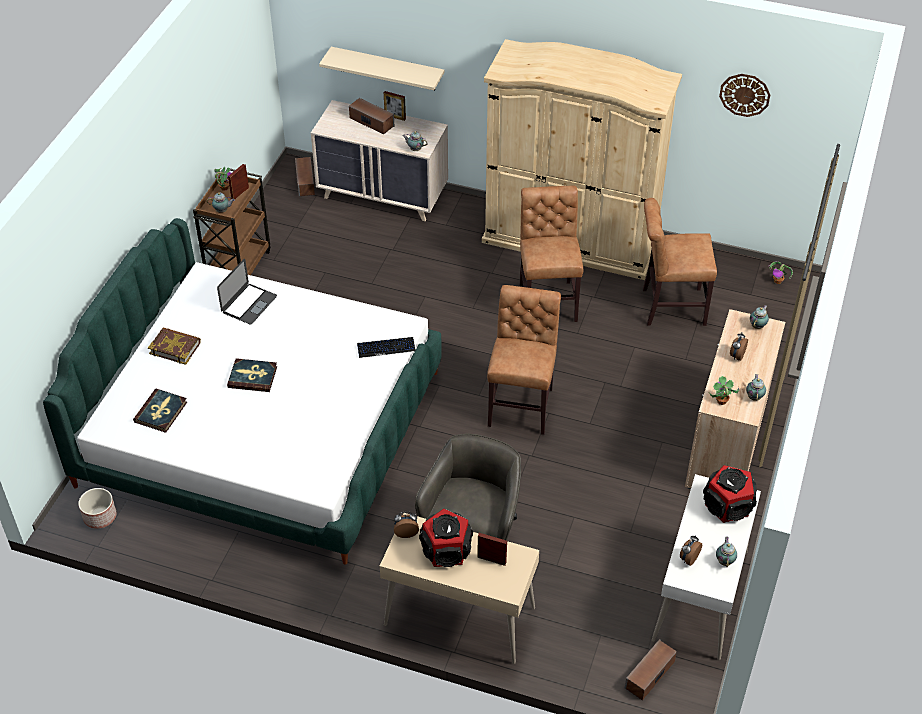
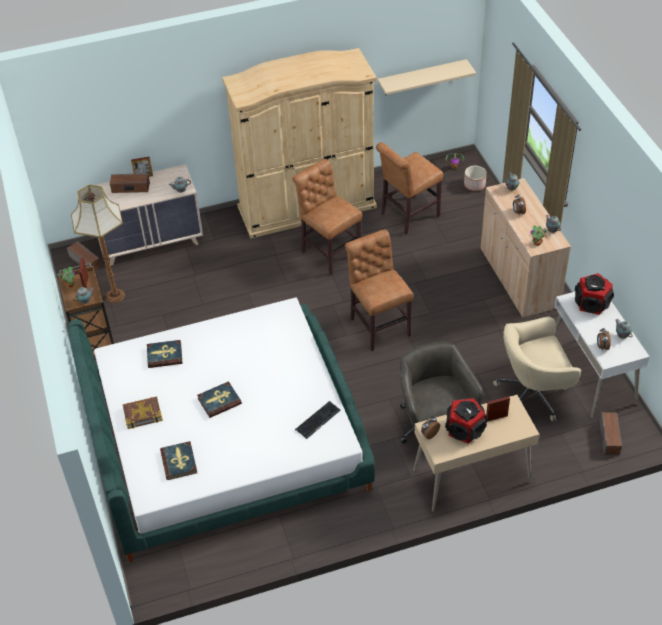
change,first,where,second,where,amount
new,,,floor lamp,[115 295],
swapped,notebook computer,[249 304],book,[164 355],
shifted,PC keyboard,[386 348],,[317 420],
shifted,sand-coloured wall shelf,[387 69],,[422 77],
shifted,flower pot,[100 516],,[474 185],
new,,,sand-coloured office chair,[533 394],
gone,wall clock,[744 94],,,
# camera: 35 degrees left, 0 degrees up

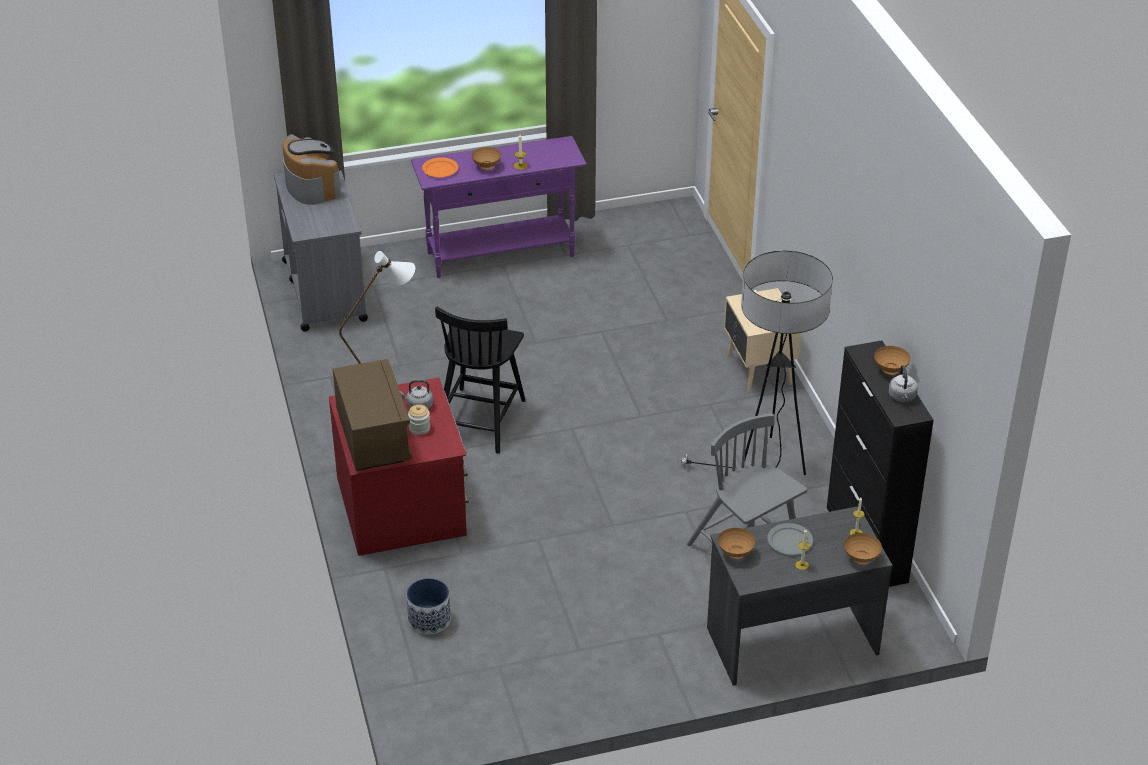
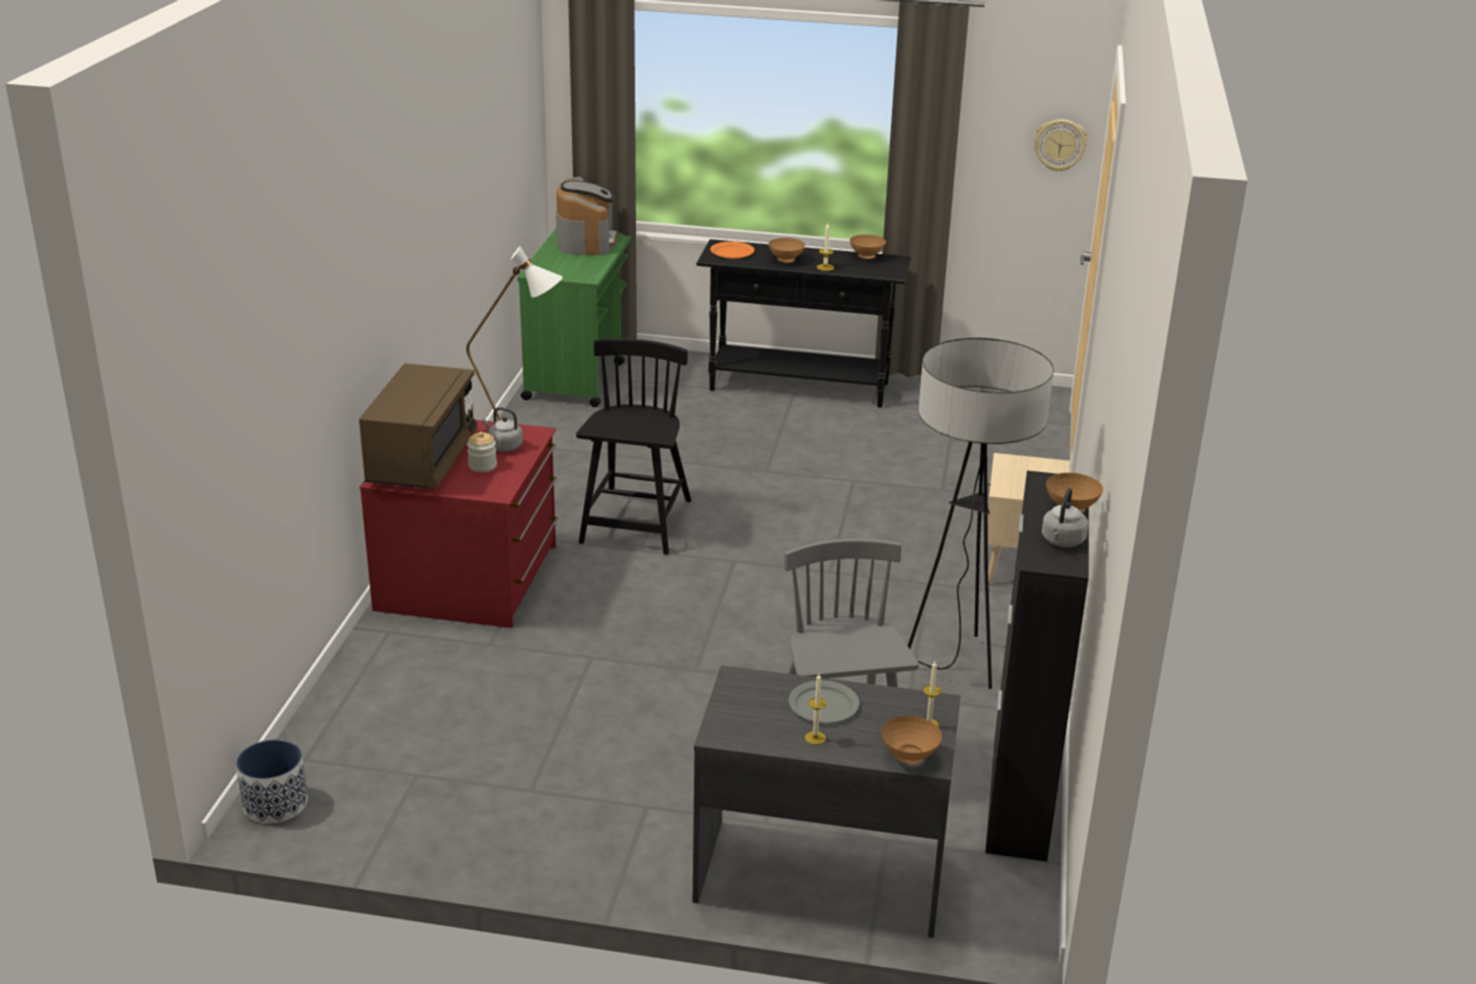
change,first,where,second,where,amount
shifted,flower pot,[429 619],,[275 804],
repainted,greyish cart,[324 290],green cart,[580 372],
rotated,black plain chair,[480 419],,[636 523],150 degrees clockwise
repainted,purple console table,[501 254],black console table,[799 387],
shifted,brownish deep dish,[735 553],,[866 257],
new,,,wall clock,[1060 145],
# camera: 25 degrees right, 10 degrees down

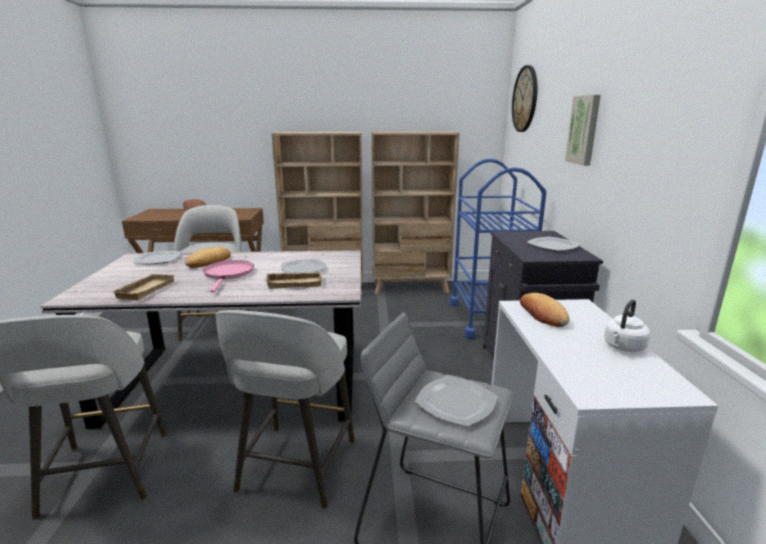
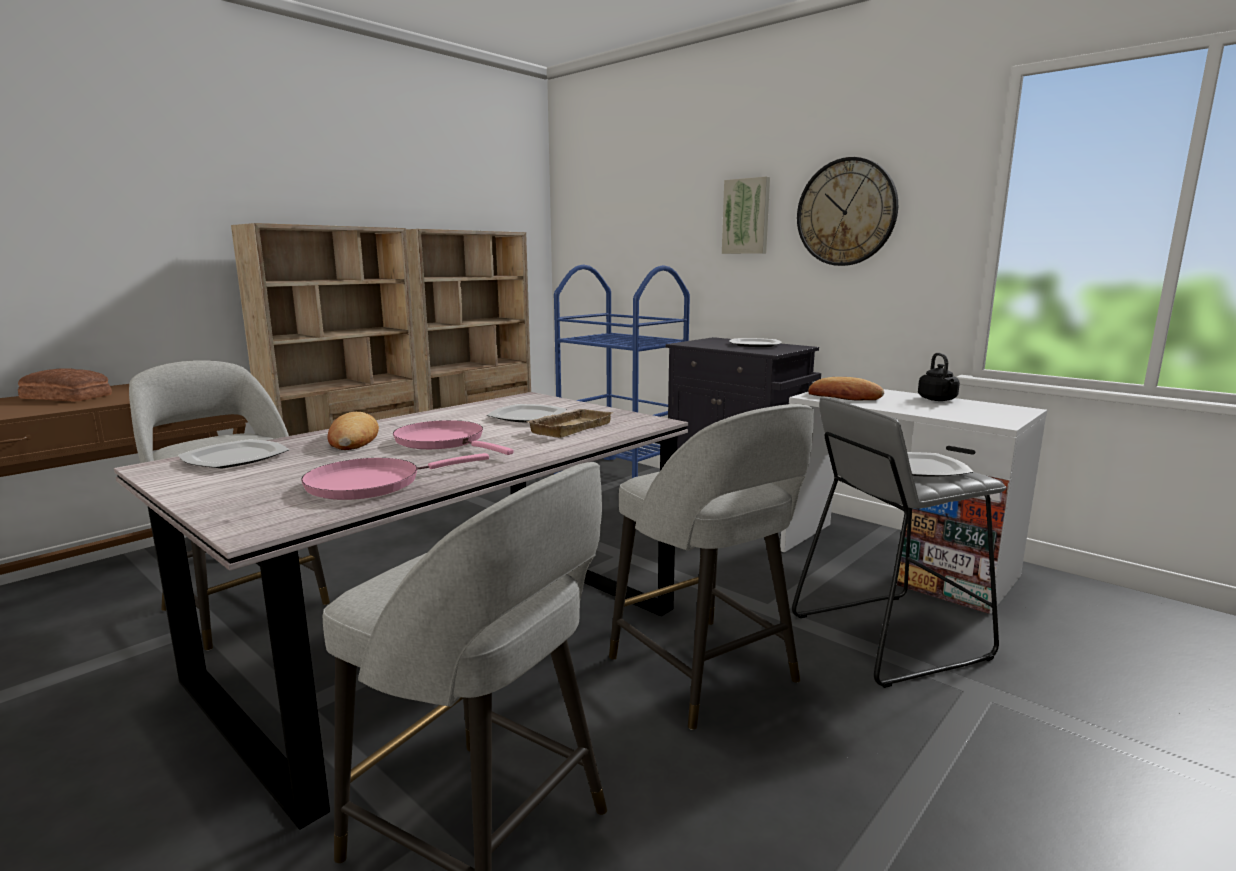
change,first,where,second,where,amount
swapped,sand-coloured carrying tray,[145 289],pink-coloured skillet,[371 484],
shifted,wall clock,[525 99],,[846 212],
repainted,whitish kettle,[623 347],black kettle,[938 400],
# camera: 45 degrees left, 5 degrees down

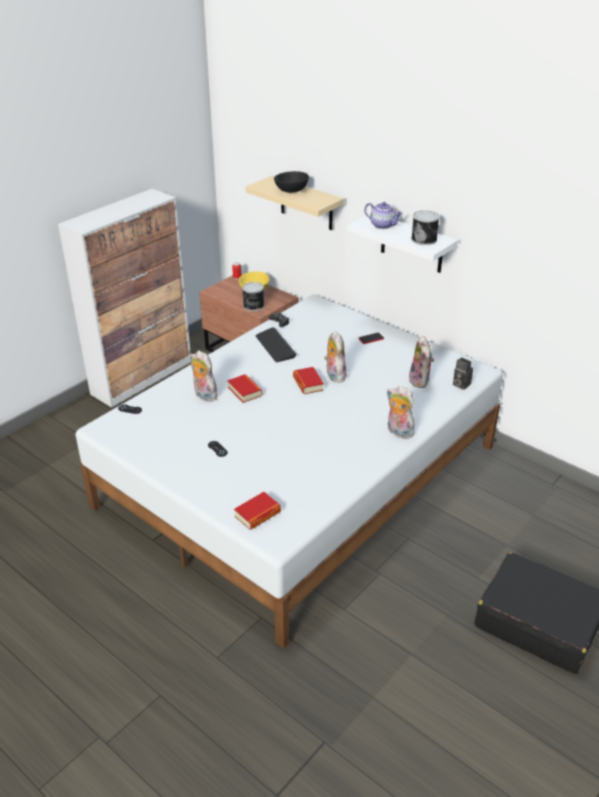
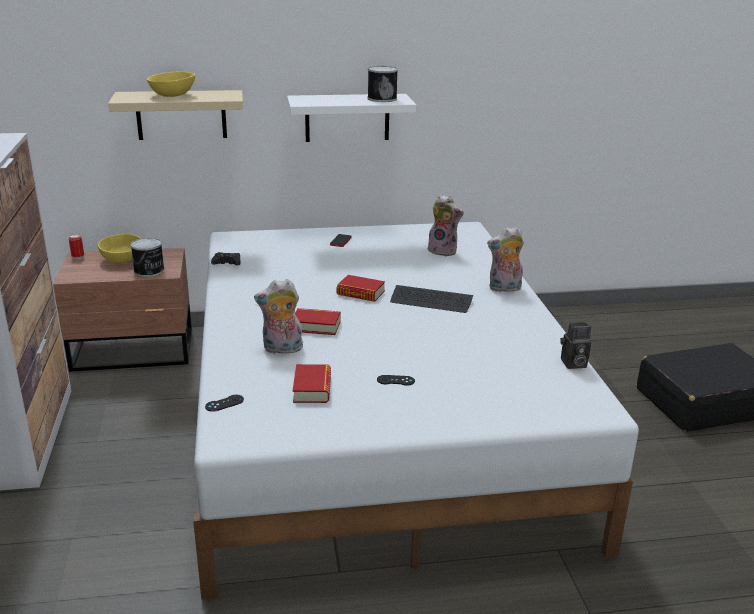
change,first,where,second,where,amount
repainted,black deep dish,[292 190],yellow deep dish,[173 95],
shifted,book,[257 514],,[312 389],
shifted,PC keyboard,[275 346],,[431 301],
shifted,still camera,[460 384],,[573 364],
gone,plush toy,[334 375],,,
gone,tea pot,[383 225],,,
# camera: 50 degrees left, 10 degrees down

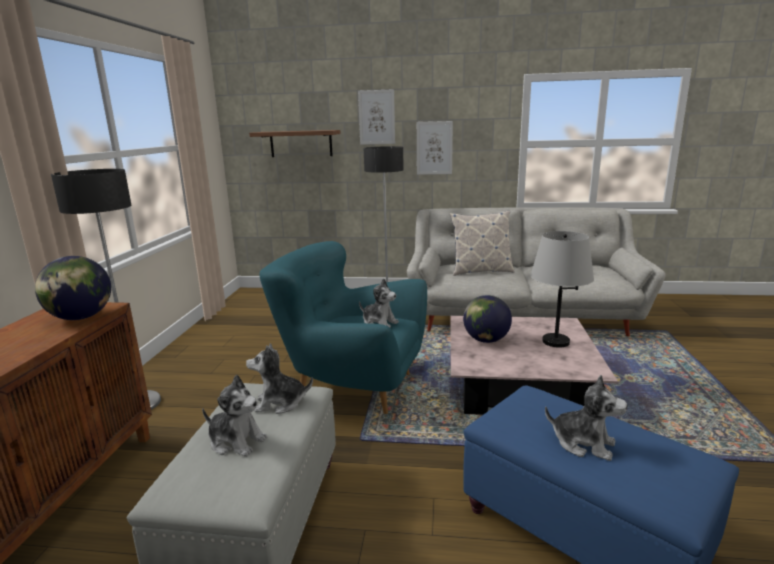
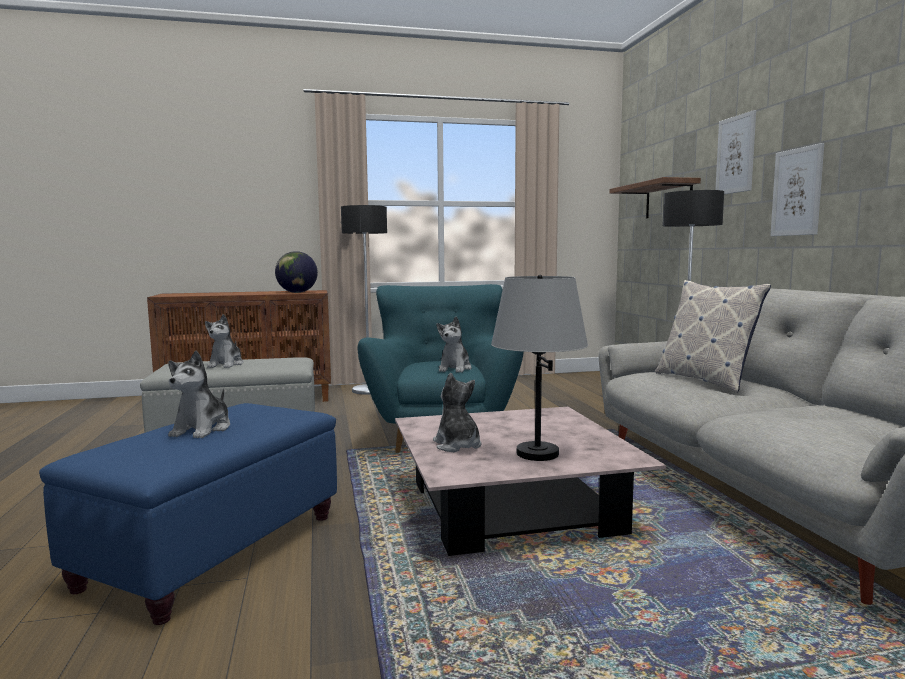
change,first,where,second,where,amount
shifted,plush toy,[280 403],,[457 445],
gone,desk globe,[486 340],,,
# camera: 70 degrees right, 10 degrees down

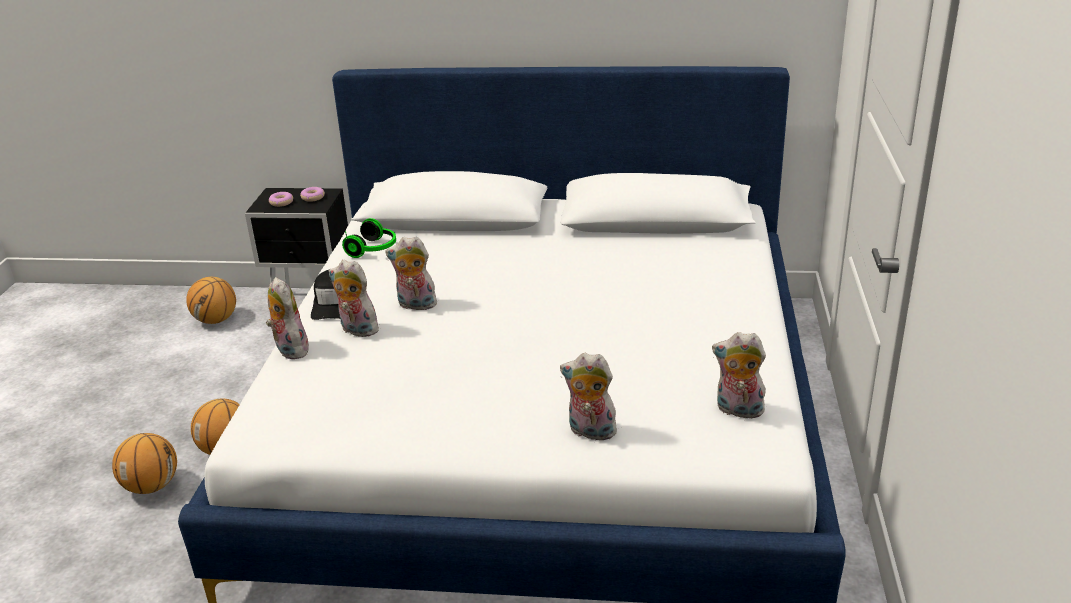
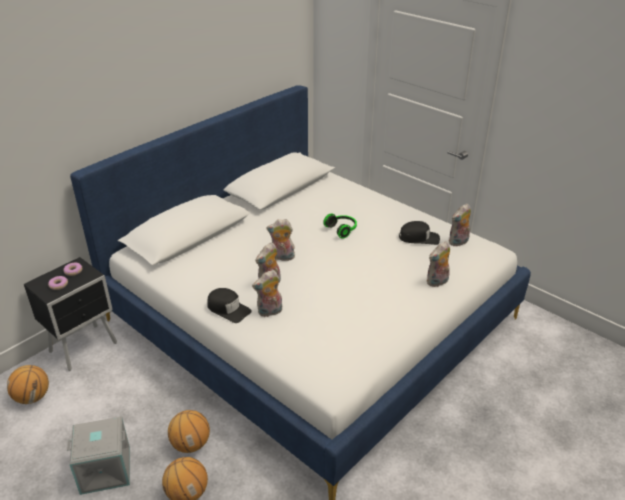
change,first,where,second,where,amount
new,,,greyish storage container,[106 468],
shifted,plush toy,[289 349],,[282 257],
shifted,headset,[374 249],,[342 230],
new,,,black cap,[419 238],
# camera: 55 degrees left, 5 degrees up

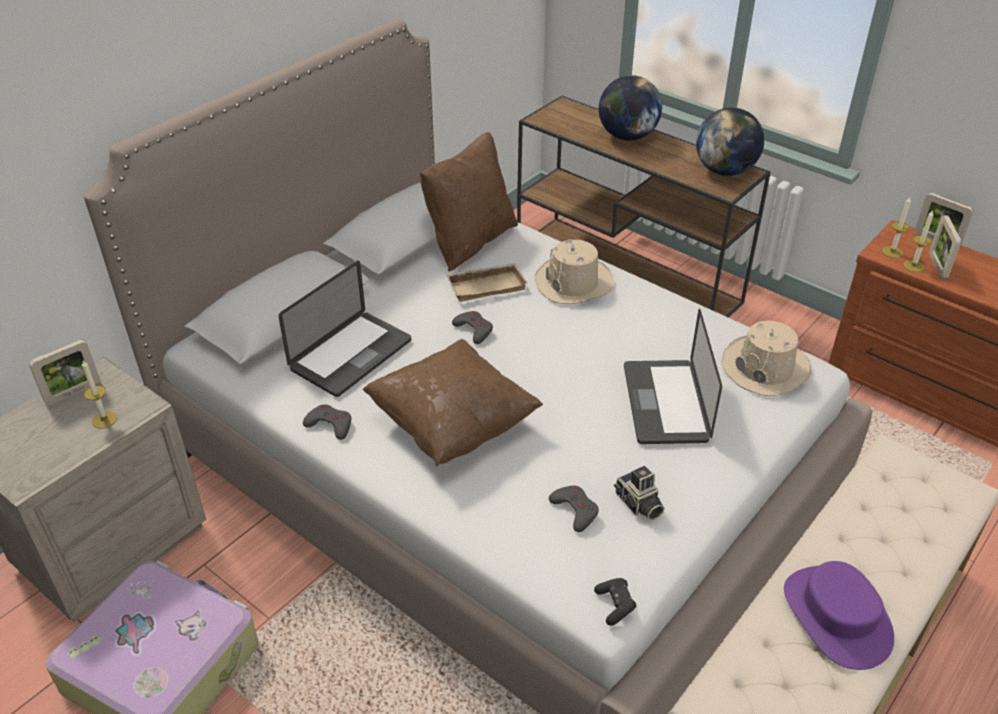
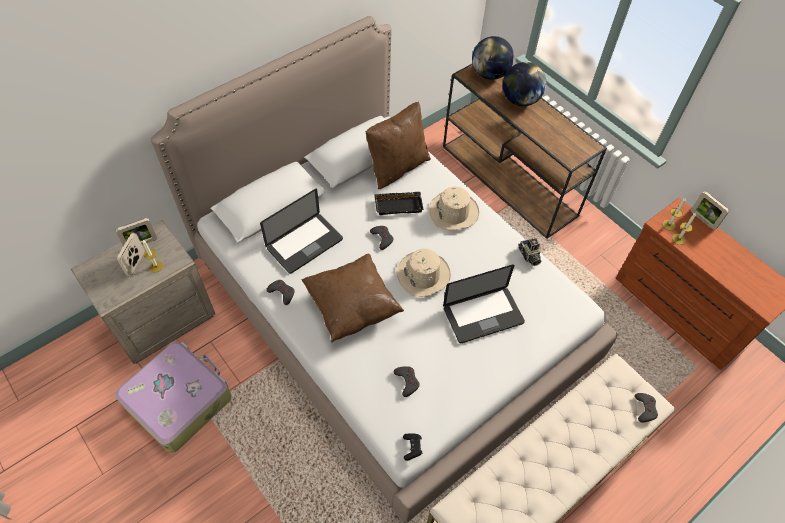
change,first,where,second,where,amount
shifted,standing frame,[937 266],,[136 264],
repainted,sand-coloured carrying tray,[487 285],black carrying tray,[399 204],
shifted,sand-coloured clothing hat,[766 368],,[423 275],
rotated,notebook computer,[665 403],,[483 315],120 degrees counterclockwise
shifted,desk globe,[725 170],,[490 74],
shifted,still camera,[638 505],,[529 256],
new,,,greyish game controller,[645 408],
gone,purple clothing hat,[837 616],,,
# camera: 10 degrees right, 15 degrees up

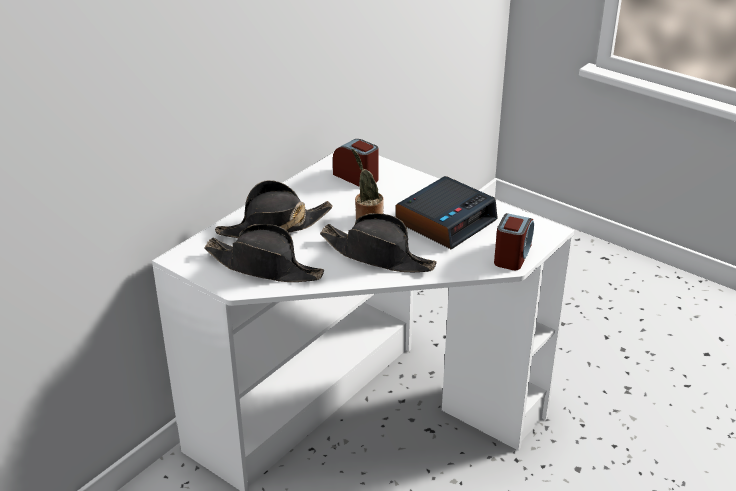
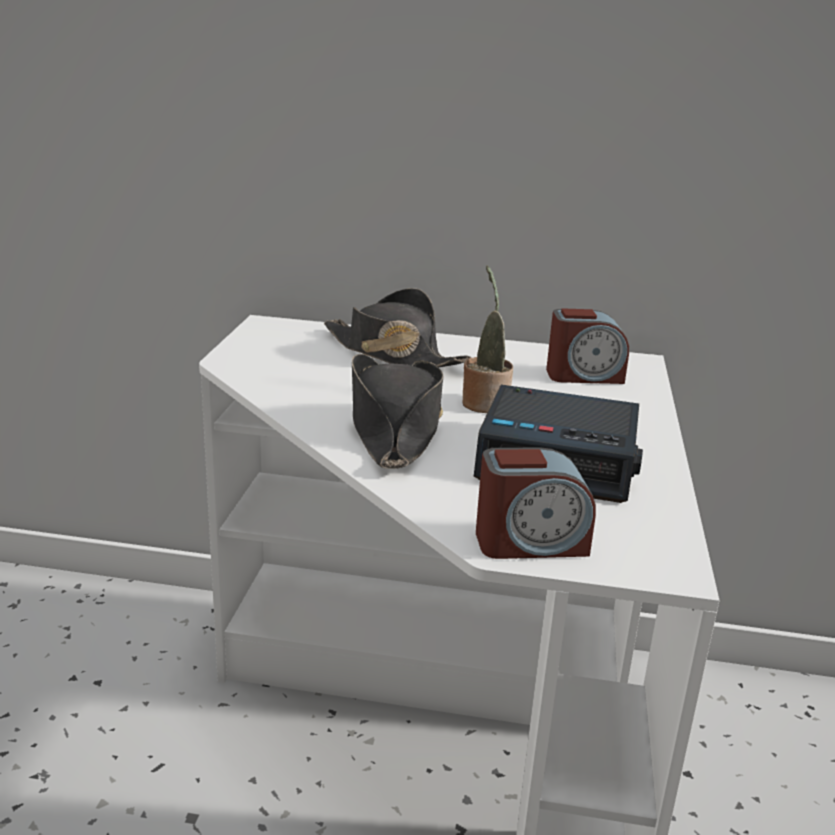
change,first,where,second,where,amount
rotated,bedside clock,[356 177],,[584 376],75 degrees clockwise
gone,black clothing hat,[264 267],,,
# camera: 60 degrees right, 10 degrees down

